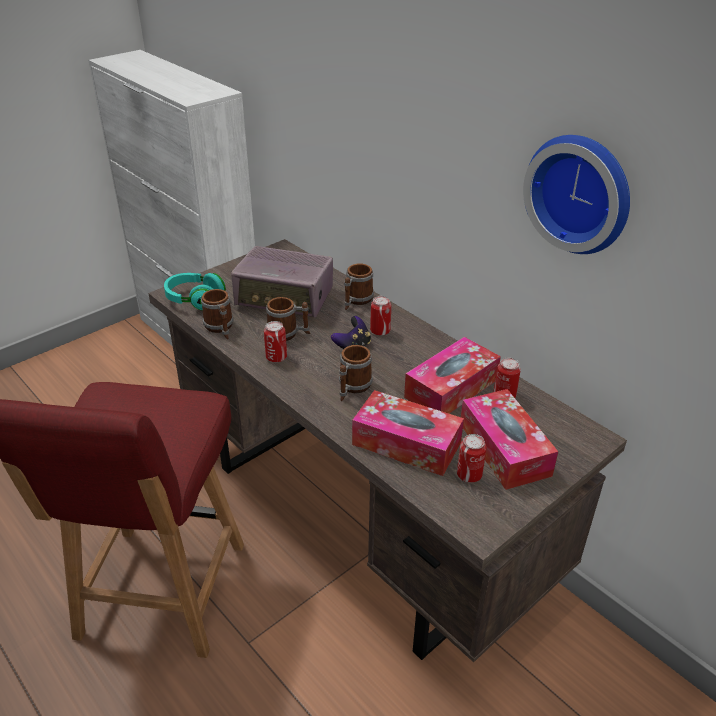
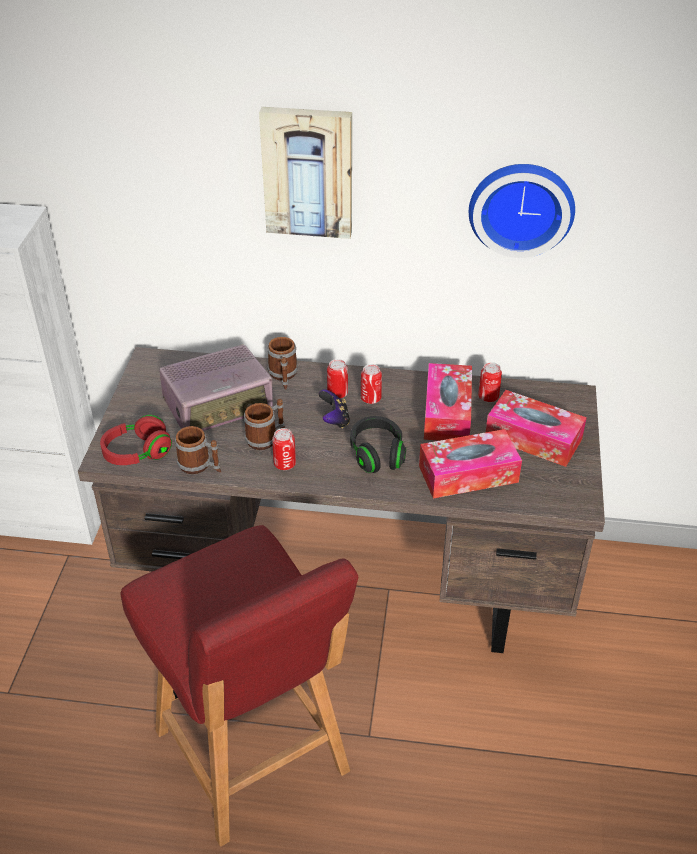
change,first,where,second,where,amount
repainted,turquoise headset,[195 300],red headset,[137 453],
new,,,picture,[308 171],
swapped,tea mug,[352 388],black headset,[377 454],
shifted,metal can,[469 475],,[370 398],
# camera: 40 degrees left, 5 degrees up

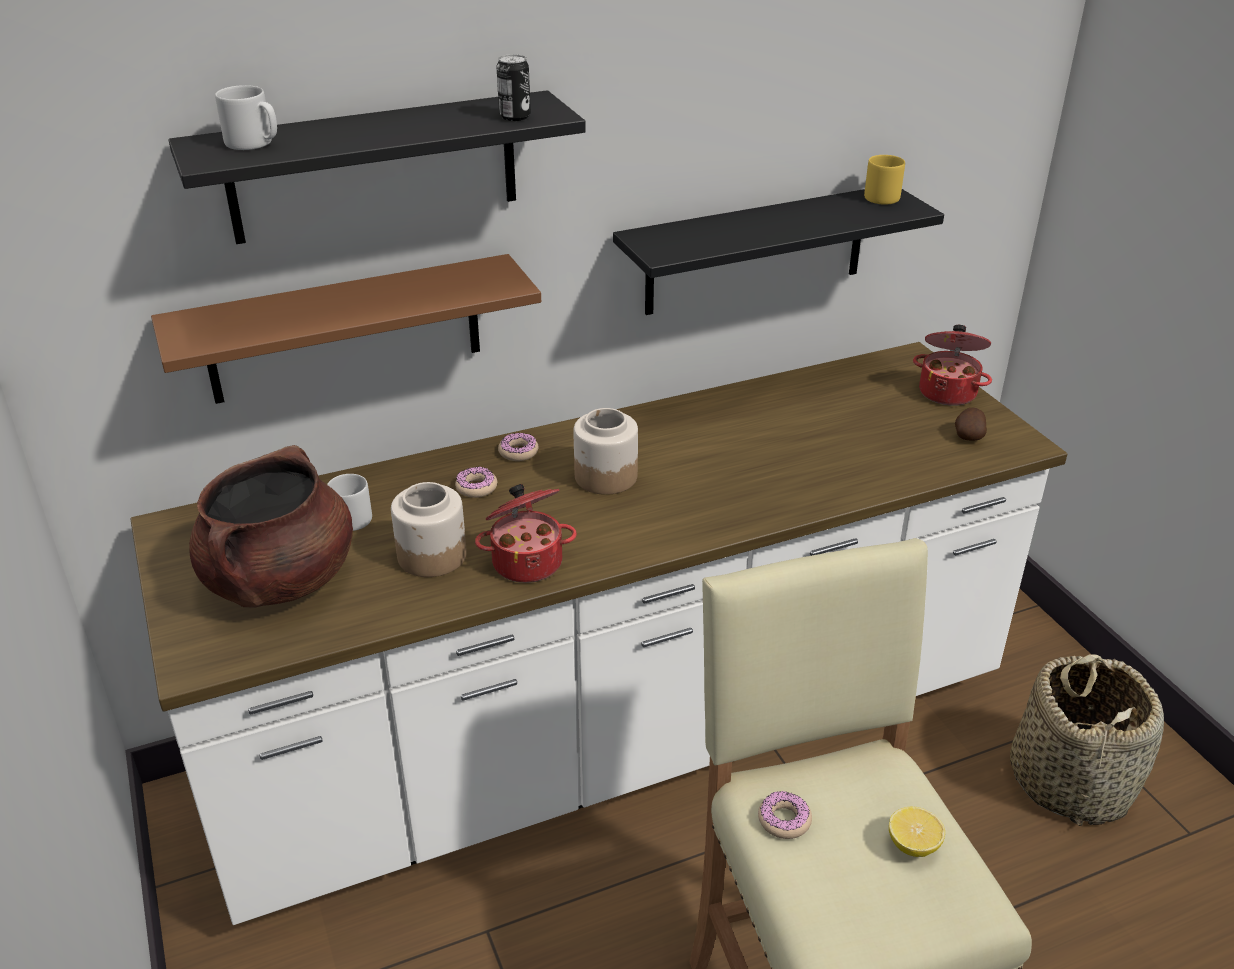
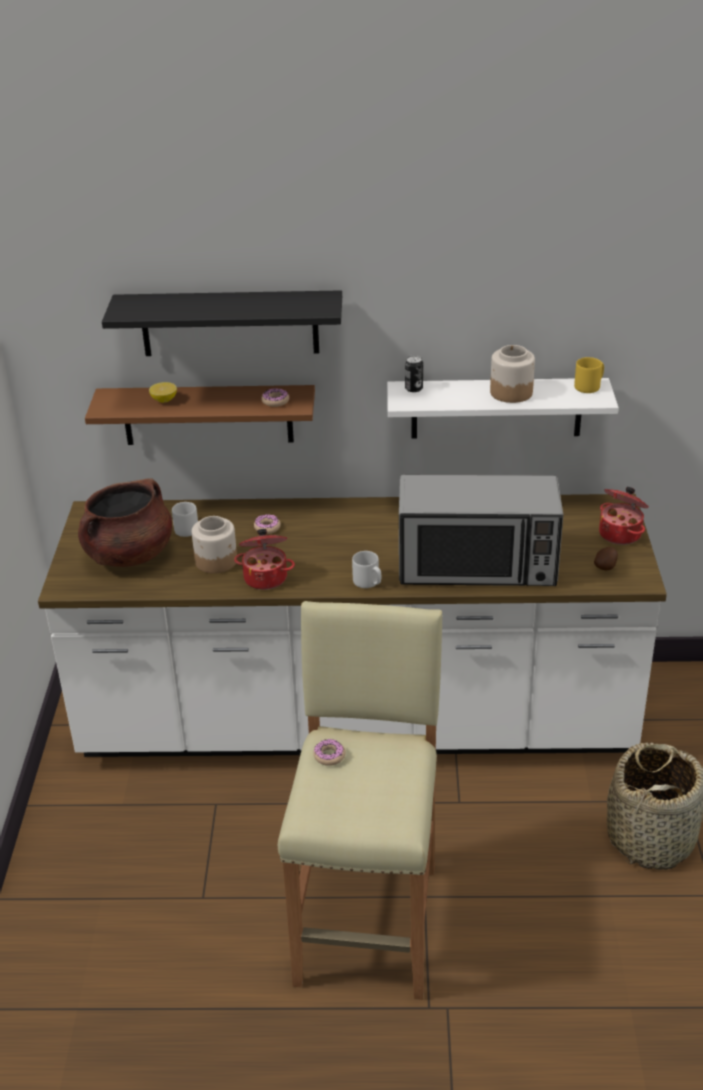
change,first,where,second,where,amount
shifted,lemon,[913 845],,[164 400],
shifted,doughnut,[518 452],,[275 401],
shifted,greyish tea mug,[253 144],,[368 582],
repainted,black wall shelf,[756 250],whitish wall shelf,[496 408],
new,,,microwave,[477 566],
shifted,metal can,[515 117],,[413 388],
shifted,preserve jar,[605 476],,[511 392],
# camera: 25 degrees right, 0 degrees up

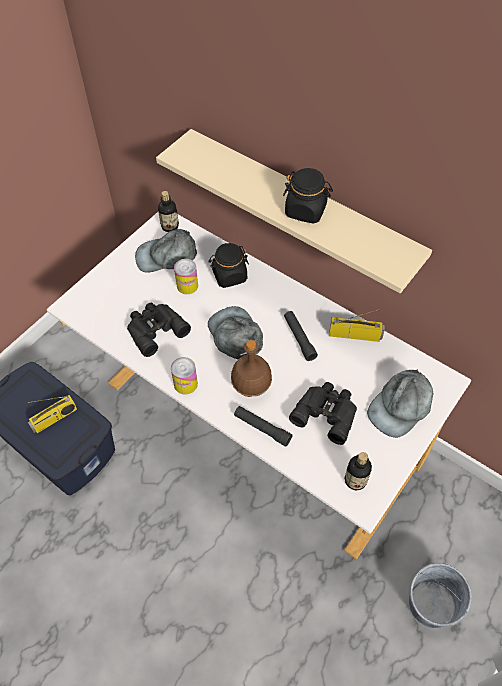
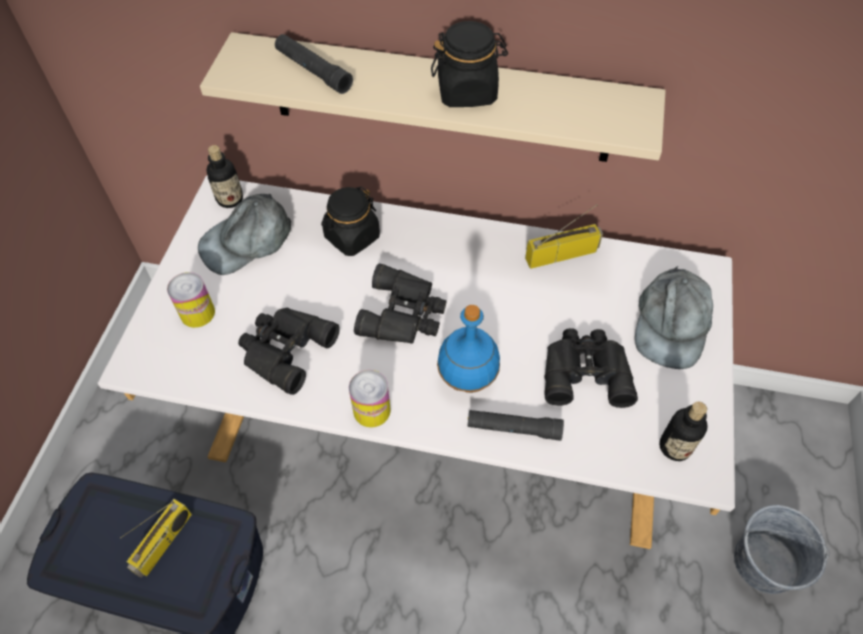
change,first,where,second,where,amount
shifted,metal can,[187 285],,[197 313],
shifted,black flashlight,[299 338],,[313 71],
swapped,greyish cap,[235 334],black pair of binoculars,[404 314],
repainted,brownish drink bottle,[252 388],blue-coloured drink bottle,[468 378],
# camera: 25 degrees left, 0 degrees up

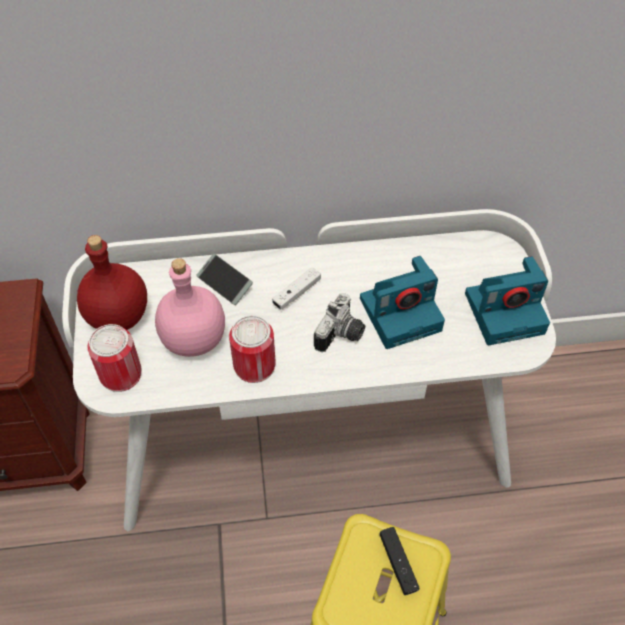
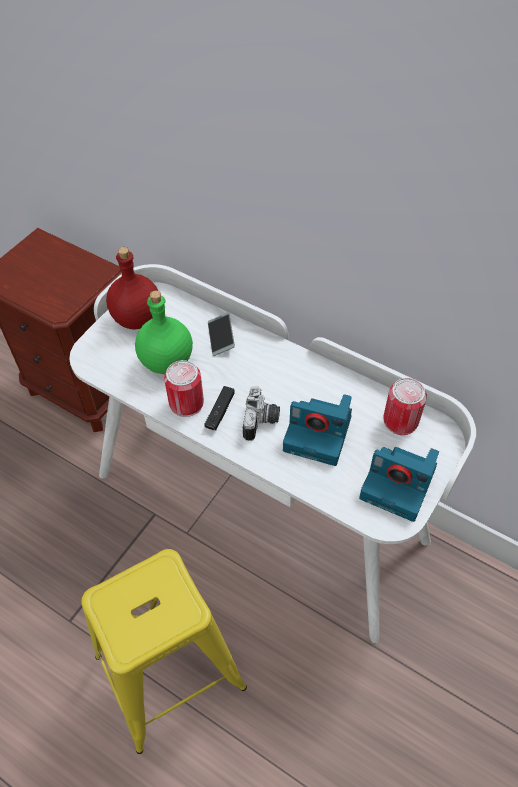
change,first,where,second,where,amount
repainted,pink-coloured drink bottle,[194 338],green drink bottle,[167 361],
shifted,black game controller,[398 563],,[220 412],
rotated,still camera,[342 335],,[262 421],60 degrees counterclockwise
shifted,metal can,[120 374],,[400 421],
gone,whitish game controller,[297 293],,,
# camera: 40 degrees right, 0 degrees up

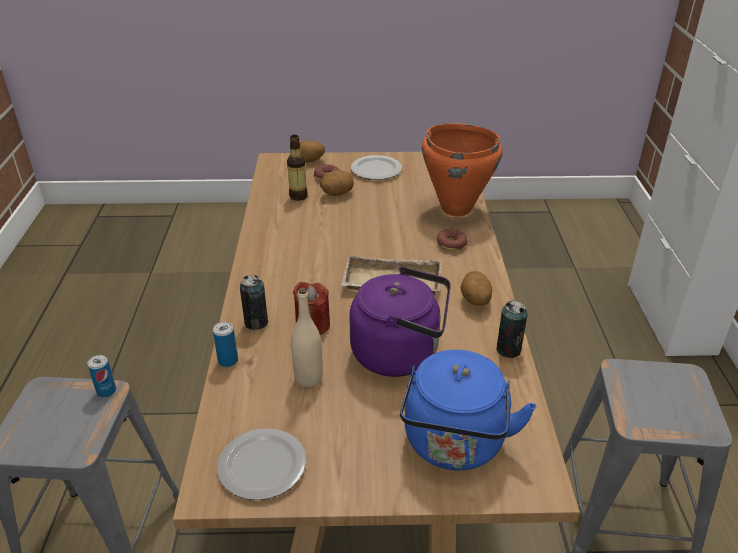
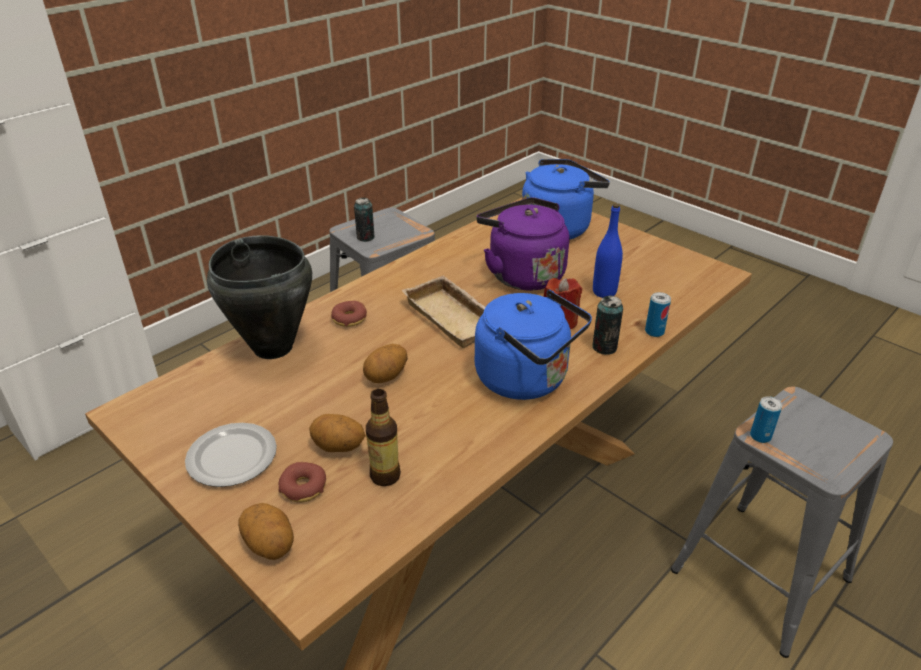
change,first,where,second,where,amount
repainted,orange-coloured cooking pot,[455 208],black cooking pot,[272 348],
shifted,metal can,[508 350],,[365 237],
shifted,potato,[474 301],,[387 377],
new,,,blue-coloured kettle,[527 379],
repainted,sand-coloured drink bottle,[308 378],blue-coloured drink bottle,[604 292],
gone,plate,[262 464],,,
# camera: 135 degrees left, 0 degrees up

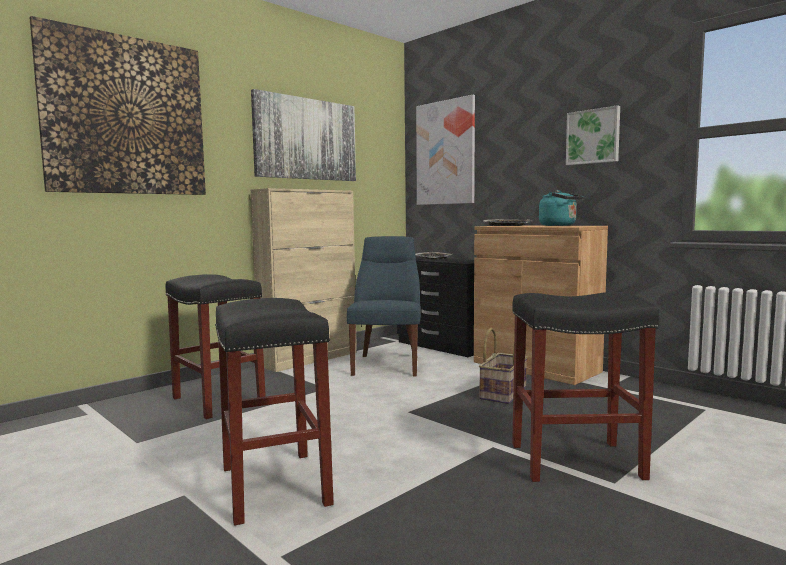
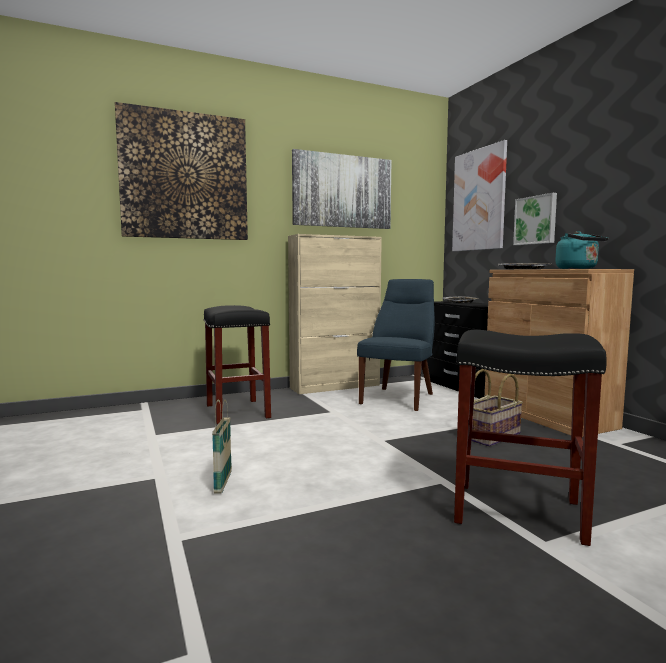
change,first,where,second,where,amount
swapped,black stool seat,[273 485],household basket,[223 482],
shifted,picture,[593 137],,[536 220],
# camera: 20 degrees right, 0 degrees up

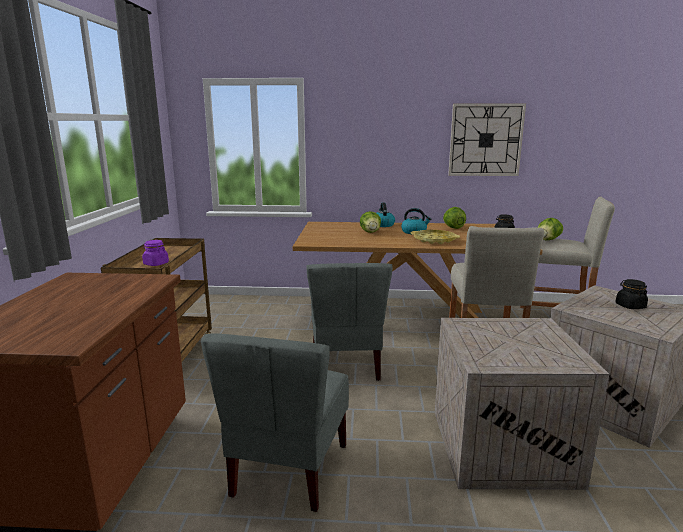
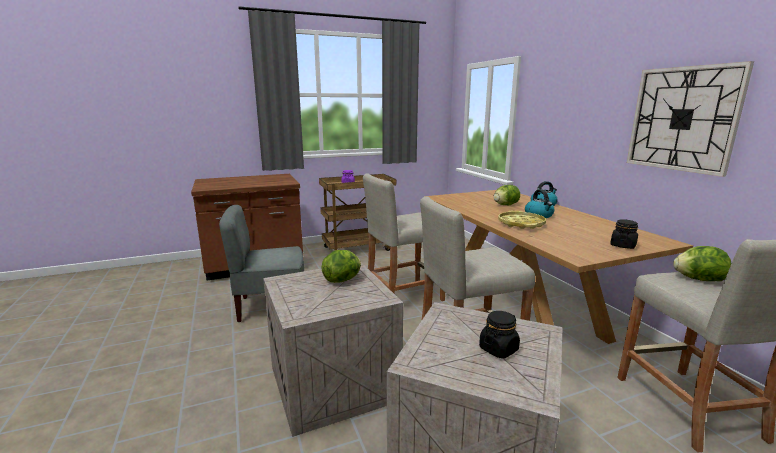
change,first,where,second,where,amount
shifted,head of lettuce,[453 228],,[343 280],
swapped,greyish plain chair,[346 364],sand-coloured stool seat,[403 296],
# camera: 65 degrees right, 0 degrees up

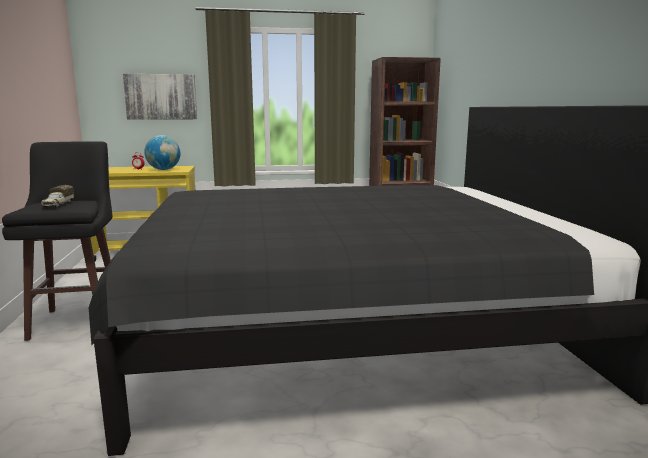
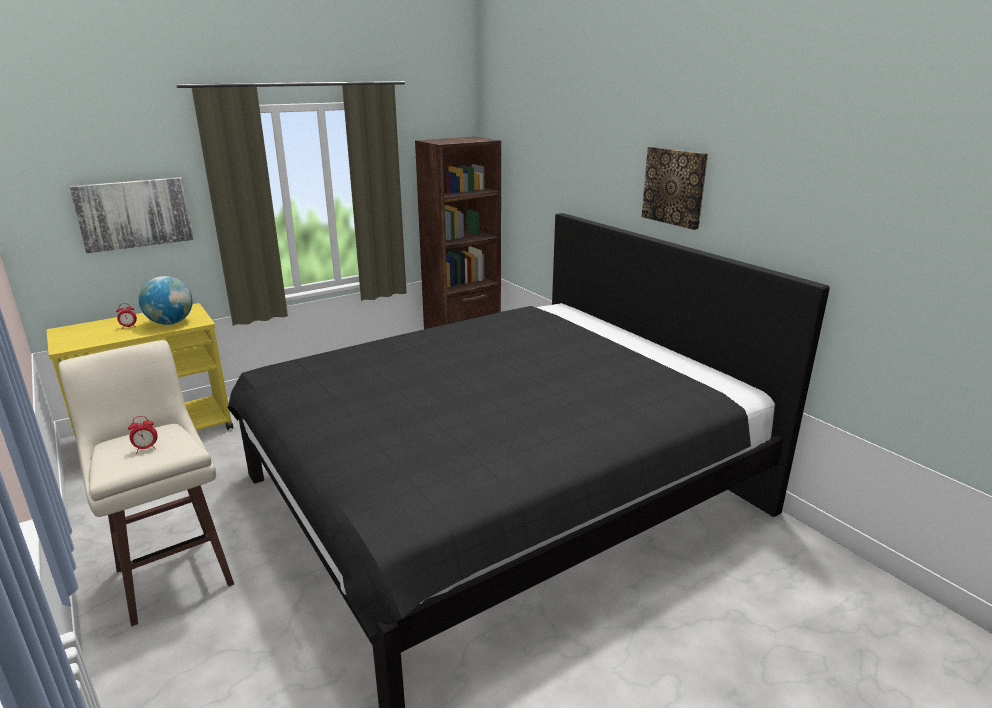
change,first,where,second,where,amount
repainted,black stool seat,[78 321],sand-coloured stool seat,[174 574],
swapped,toy lorry,[58 205],bedside clock,[146 449],
new,,,picture,[675 187],
# camera: 25 degrees left, 10 degrees up

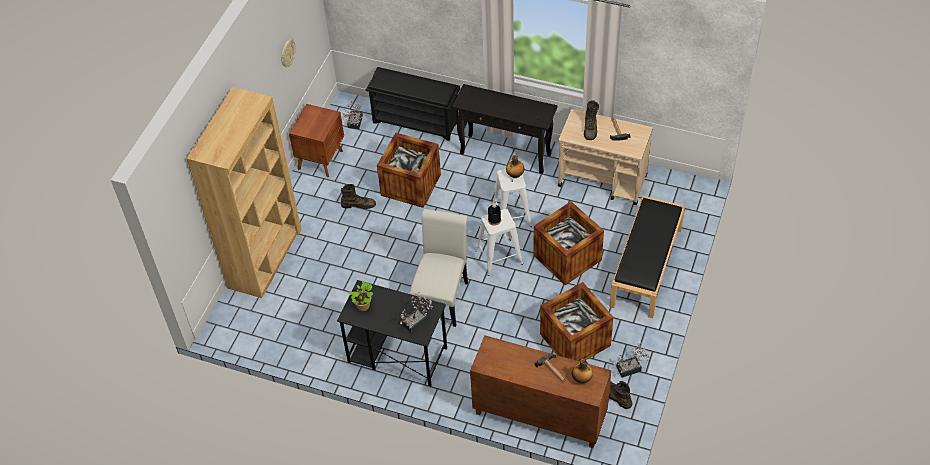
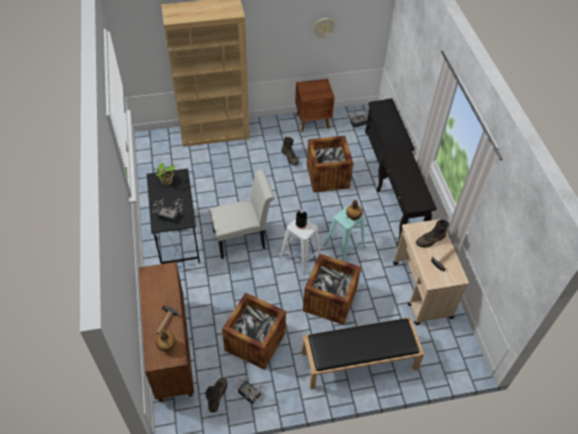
change,first,where,second,where,amount
repainted,whitish stool seat,[511 215],turquoise stool seat,[344 246],
# camera: 55 degrees right, 0 degrees up

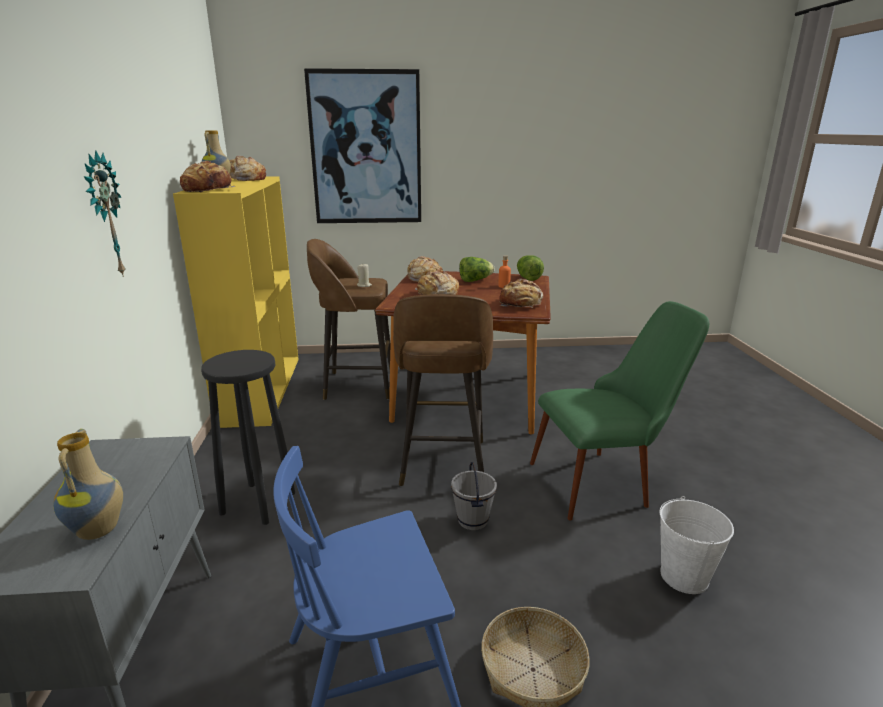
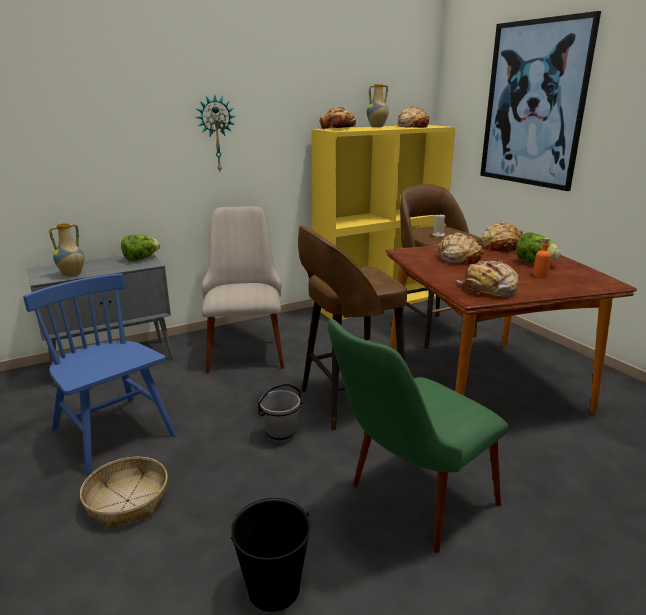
change,first,where,second,where,amount
shifted,head of lettuce,[527 278],,[141 259],
swapped,black stool seat,[259 502],sand-coloured plain chair,[245 348],
repainted,whitish pail,[684 576],black pail,[274 588],
rotated,green plain chair,[604 481],,[408 505],90 degrees clockwise
# camera: 65 degrees right, 0 degrees up

